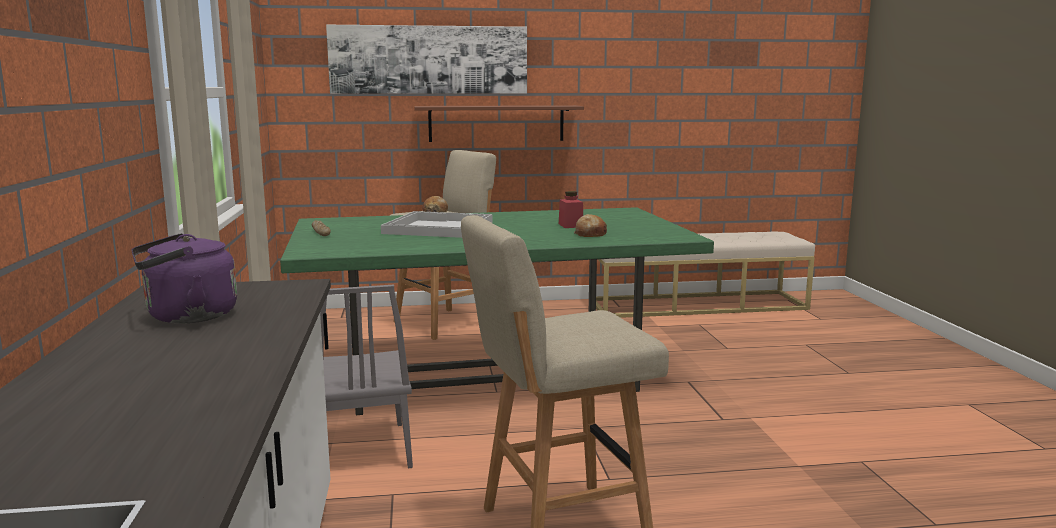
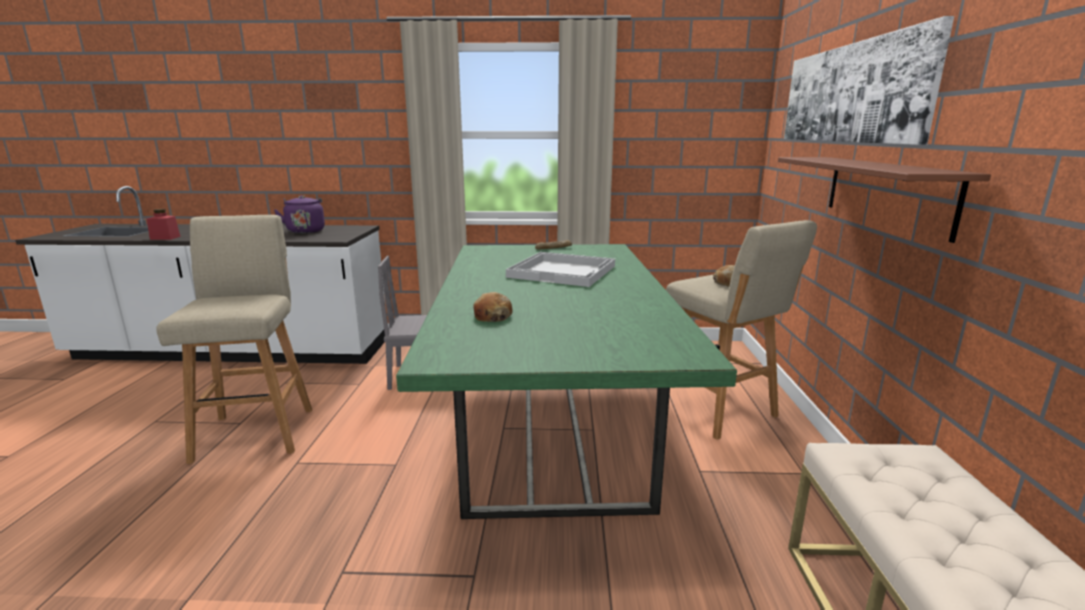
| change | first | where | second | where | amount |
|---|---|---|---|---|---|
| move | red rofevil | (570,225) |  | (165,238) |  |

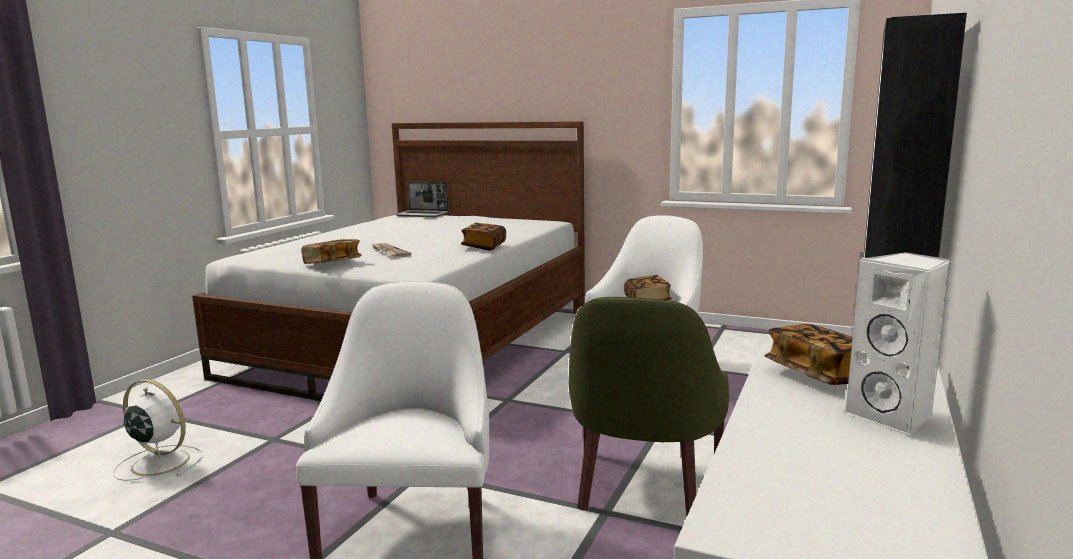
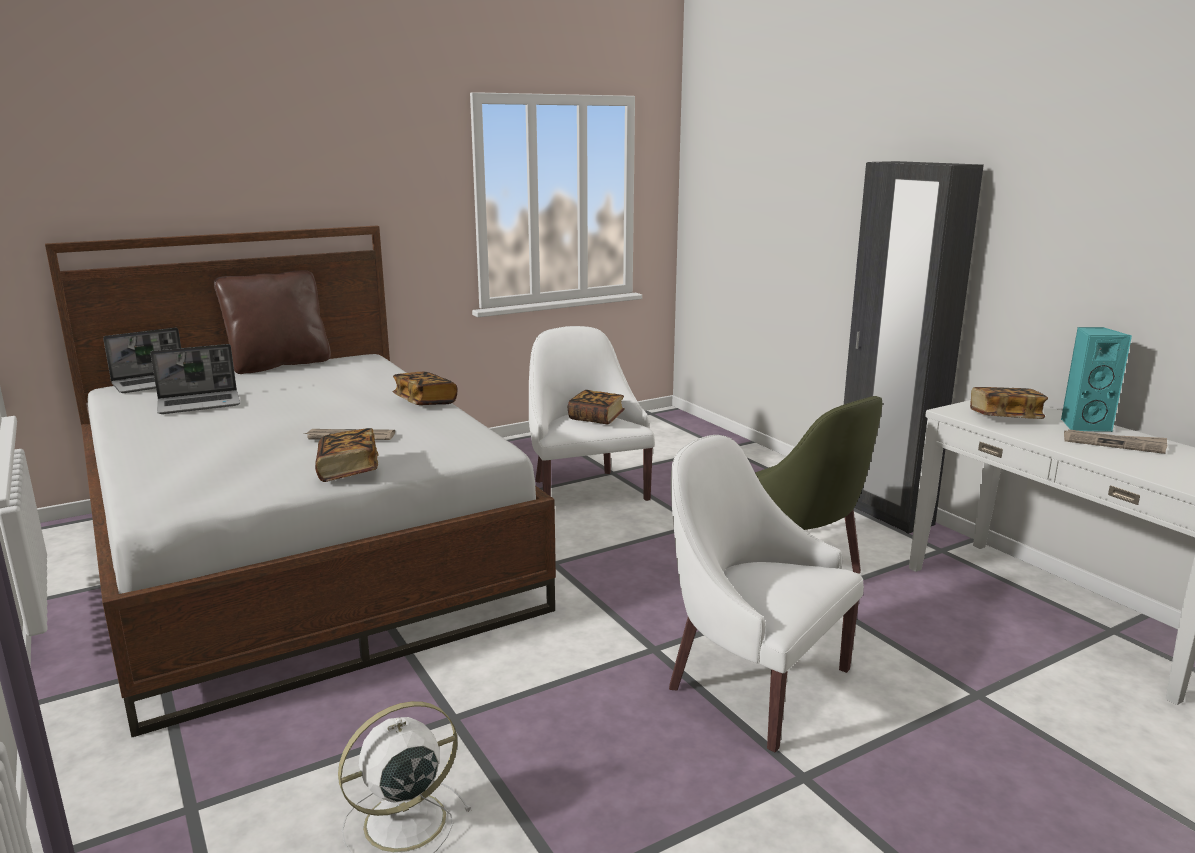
| change | first | where | second | where | amount |
|---|---|---|---|---|---|
| insert |  |  | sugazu | (200,404) |  |
| insert |  |  | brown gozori | (279,364) |  |
| recolor | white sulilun | (894,417) | turquoise sulilun | (1083,426) |  |
| insert |  |  | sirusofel | (1114,443) |  |

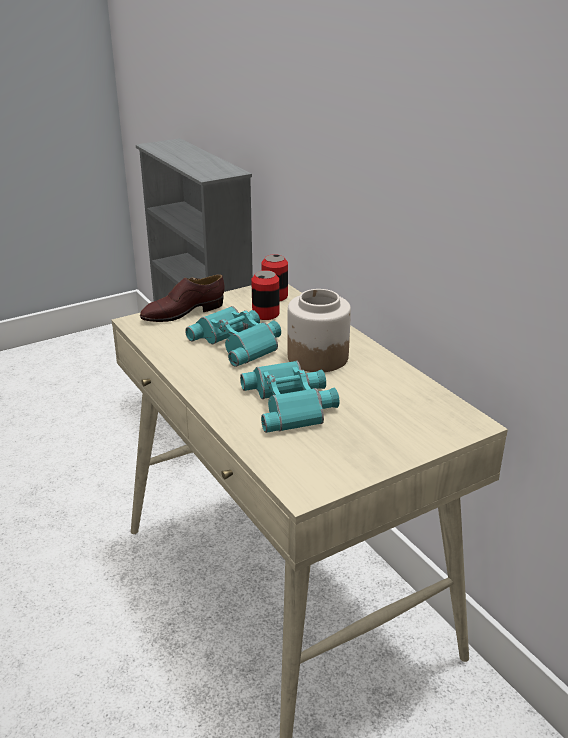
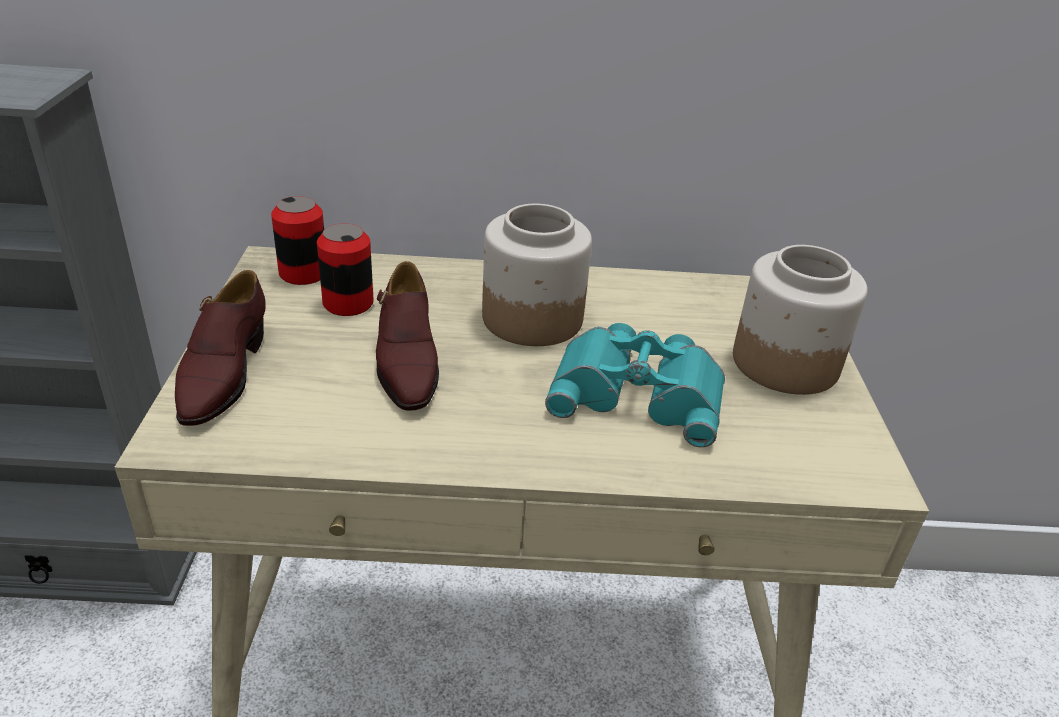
| change | first | where | second | where | amount |
|---|---|---|---|---|---|
| replace | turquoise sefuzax | (239,342) | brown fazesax | (406,361) |  |
| insert |  |  | rofevil | (783,363) |  |

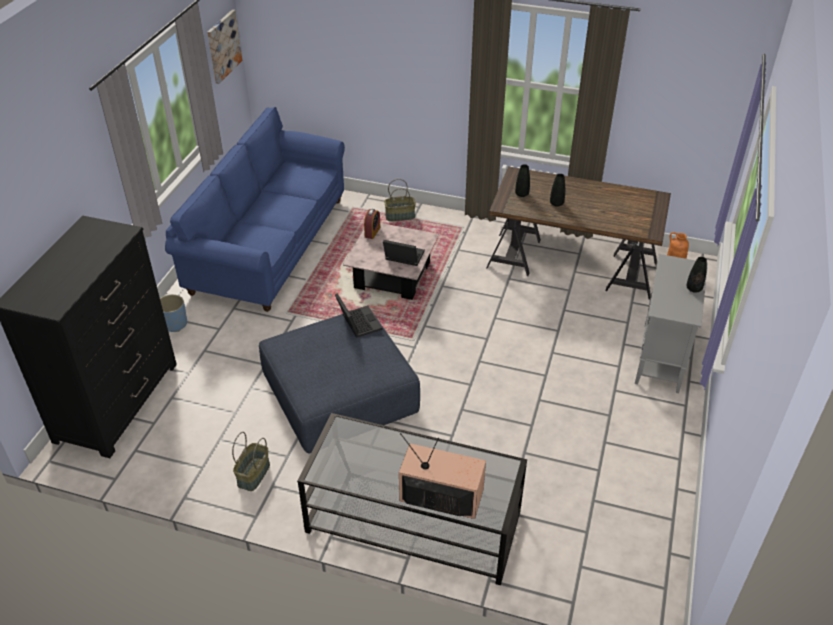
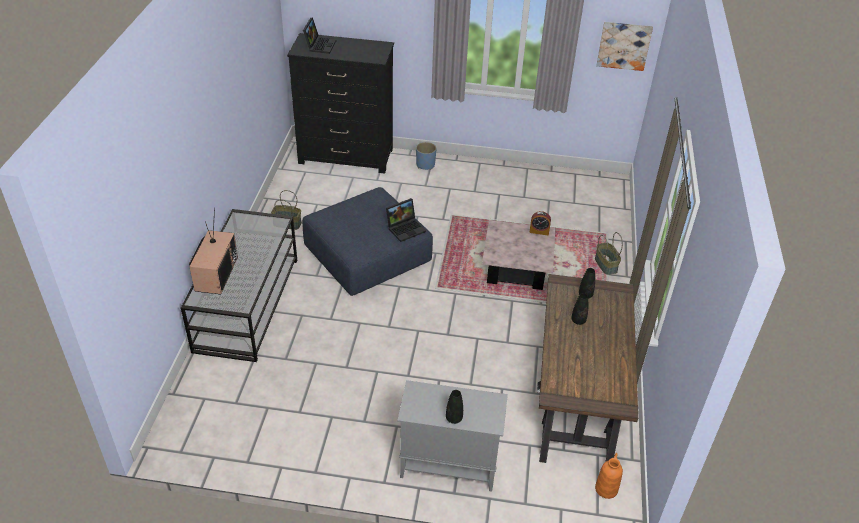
| change | first | where | second | where | amount |
|---|---|---|---|---|---|
| move | sugazu | (402,257) |  | (320,45) |  |
| delete | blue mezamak | (269,245) |  |  |  |

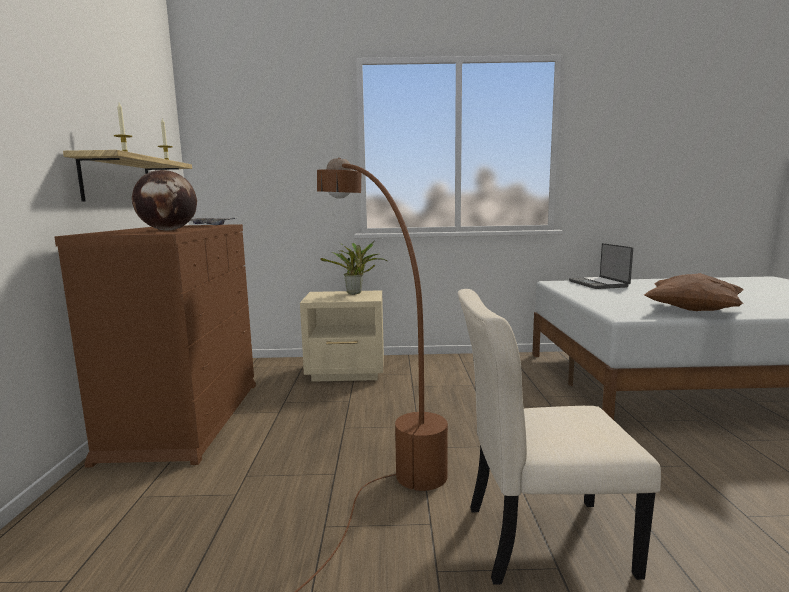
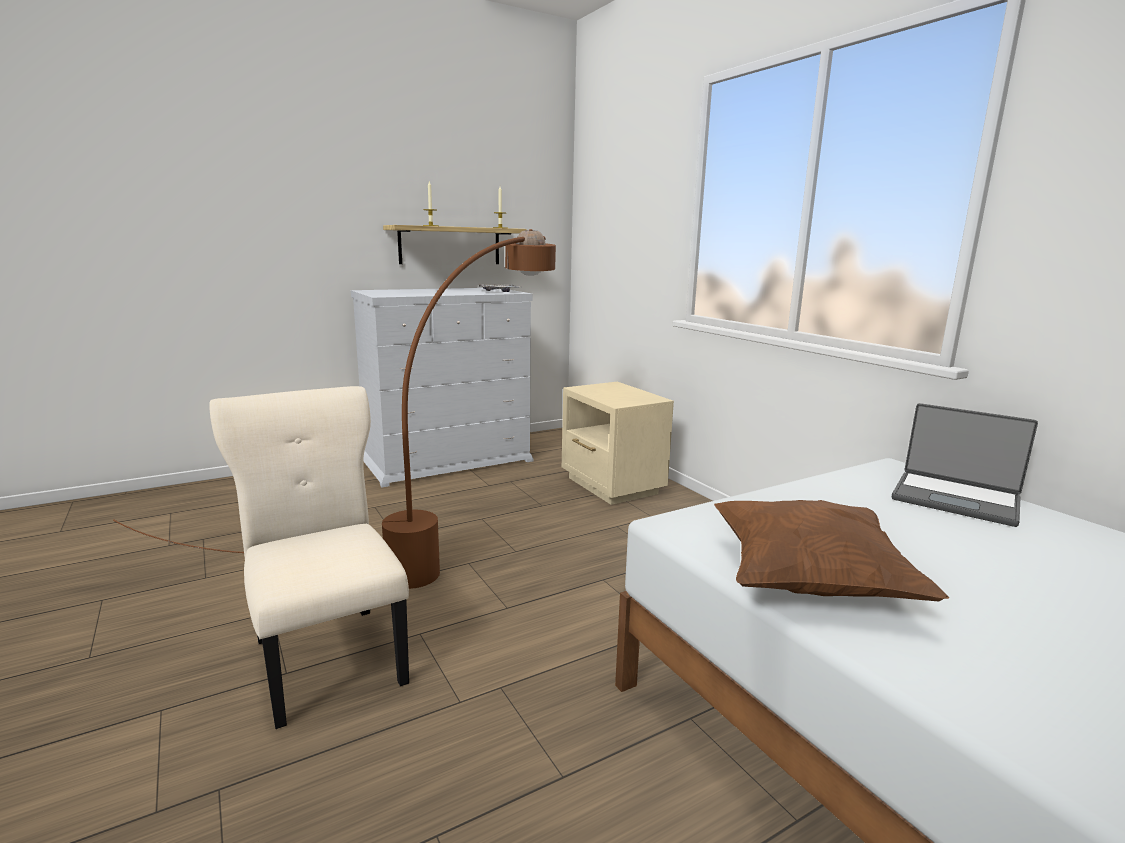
| change | first | where | second | where | amount |
|---|---|---|---|---|---|
| recolor | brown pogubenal | (186,418) | white pogubenal | (448,460) |  |
| rotate | sugazu | (599,284) |  | (955,499) | 105 degrees counterclockwise |
| delete | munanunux | (169,230) |  |  |  |
| delete | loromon | (356,293) |  |  |  |

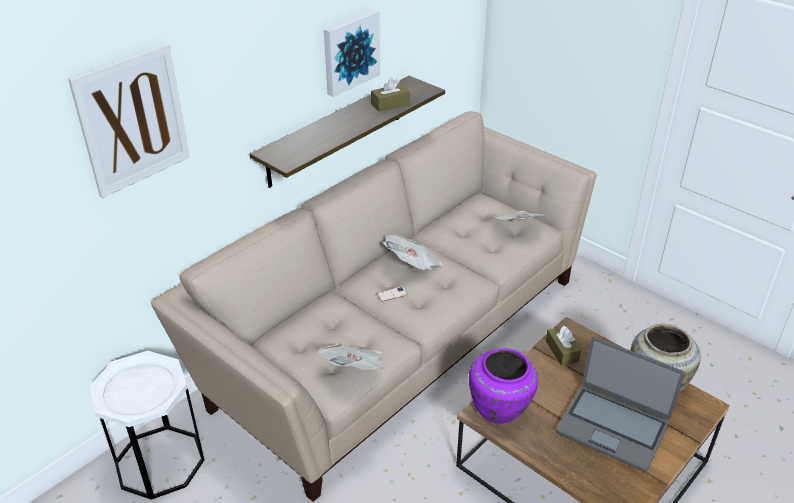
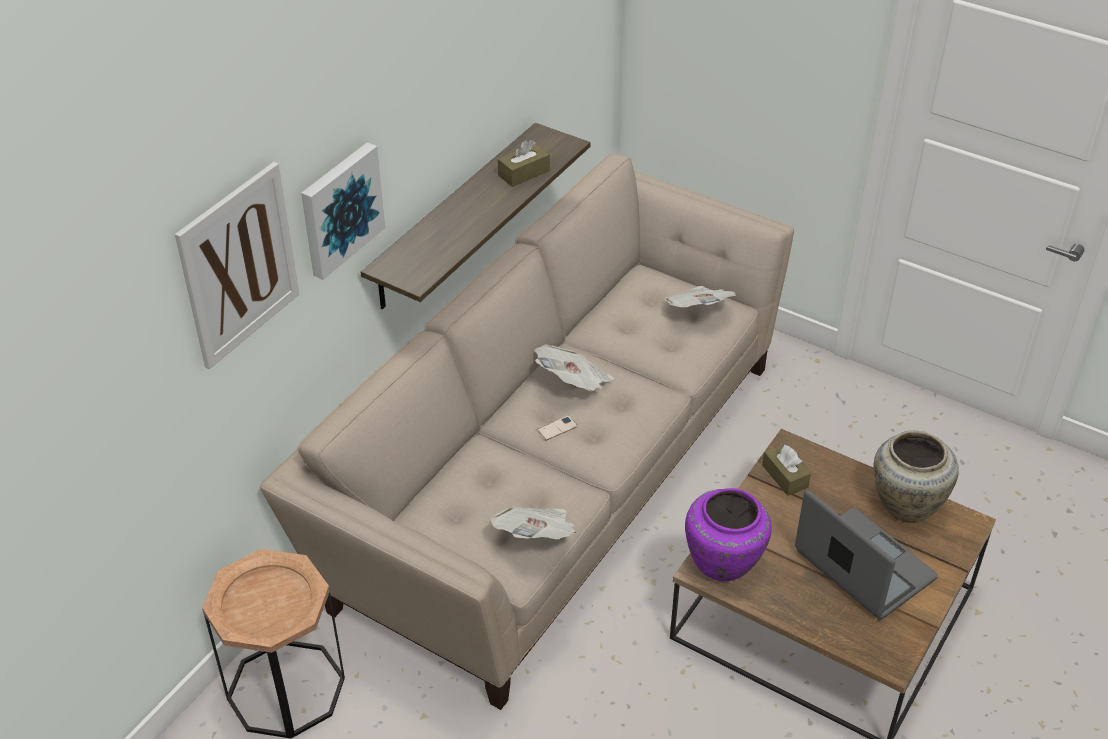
| change | first | where | second | where | amount |
|---|---|---|---|---|---|
| recolor | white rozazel | (159,461) | brown rozazel | (286,688) |  |
| move | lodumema | (350,52) |  | (340,209) |  |
| rotate | sugazu | (612,427) |  | (863,566) | 150 degrees counterclockwise |

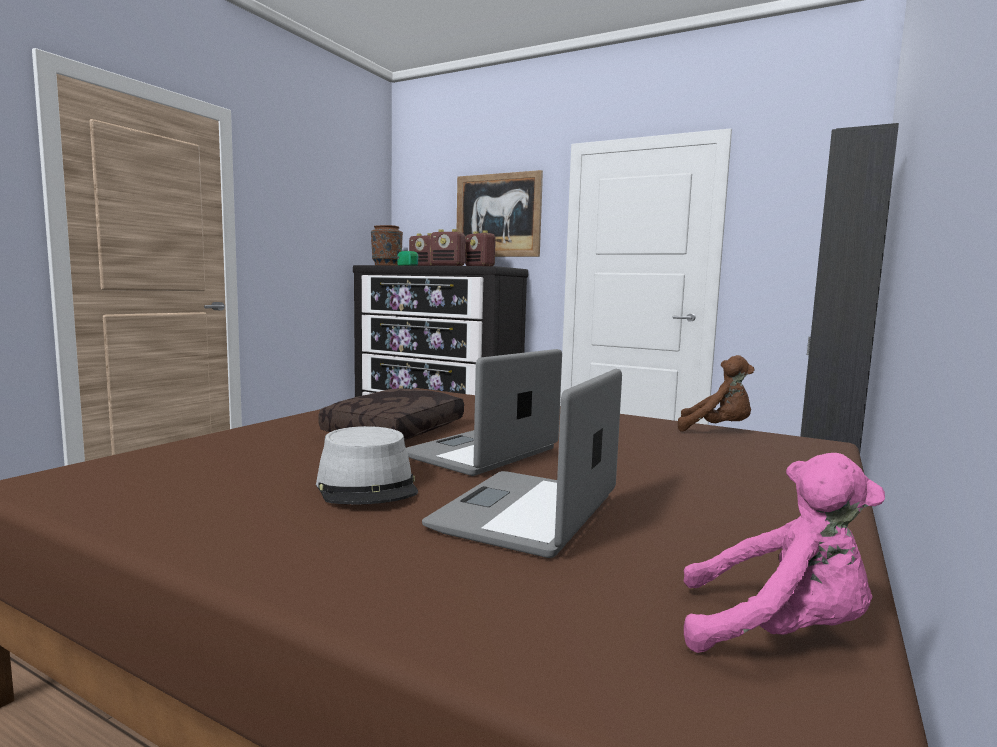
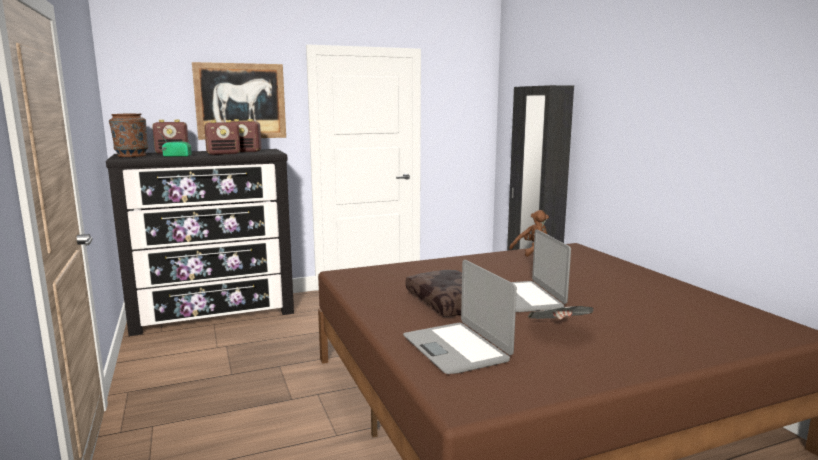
| change | first | where | second | where | amount |
|---|---|---|---|---|---|
| move | sugazu | (528,513) |  | (456,348) |  |
| replace | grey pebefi | (368,486) | sirusofel | (558,330) |  |
| delete | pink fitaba | (777,633) |  |  |  |

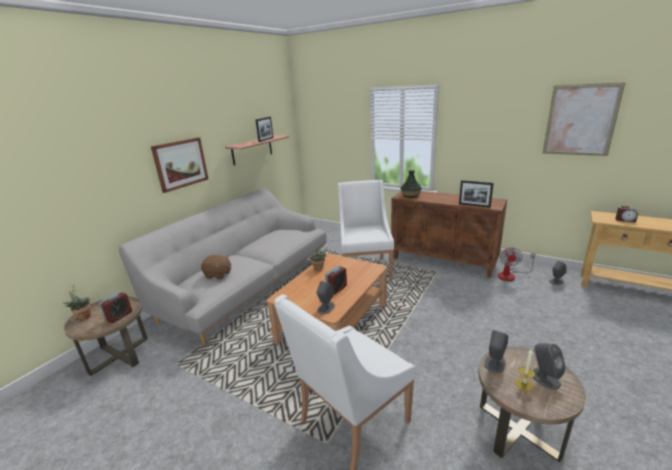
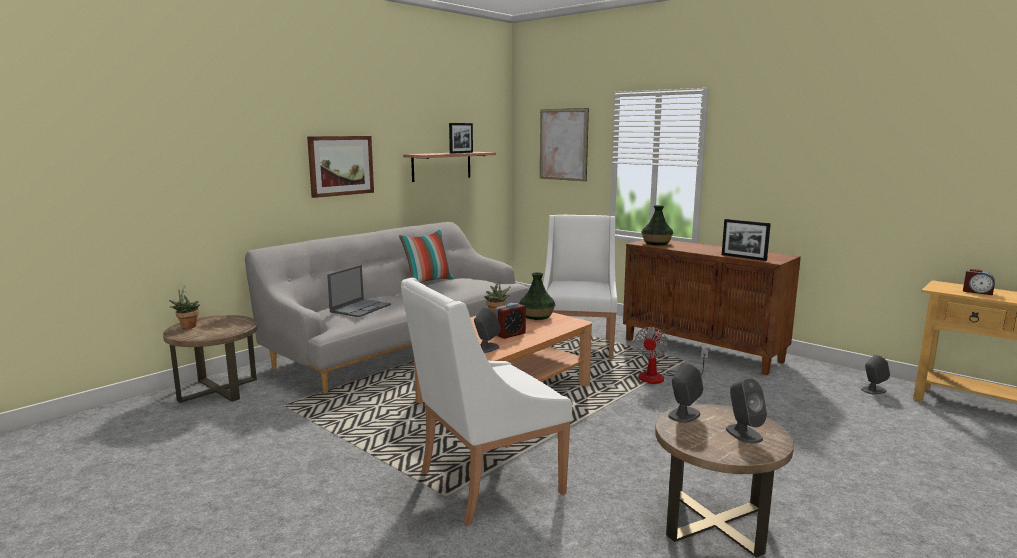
| change | first | where | second | where | amount |
|---|---|---|---|---|---|
| replace | brown fitaba | (218,275) | sugazu | (361,308) |  |
| insert |  |  | gozori | (428,282) |  |
| insert |  |  | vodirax | (537,316) |  |
| move | lodumema | (580,120) |  | (563,144) |  |
| move | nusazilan | (510,275) |  | (660,378) |  |
| delete | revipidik | (119,316) |  |  |  |
| delete | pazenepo | (524,385) |  |  |  |

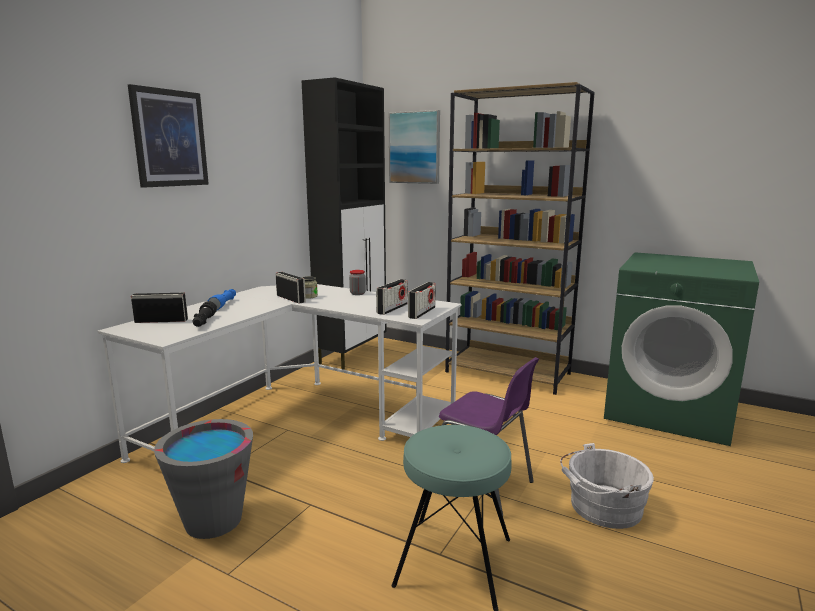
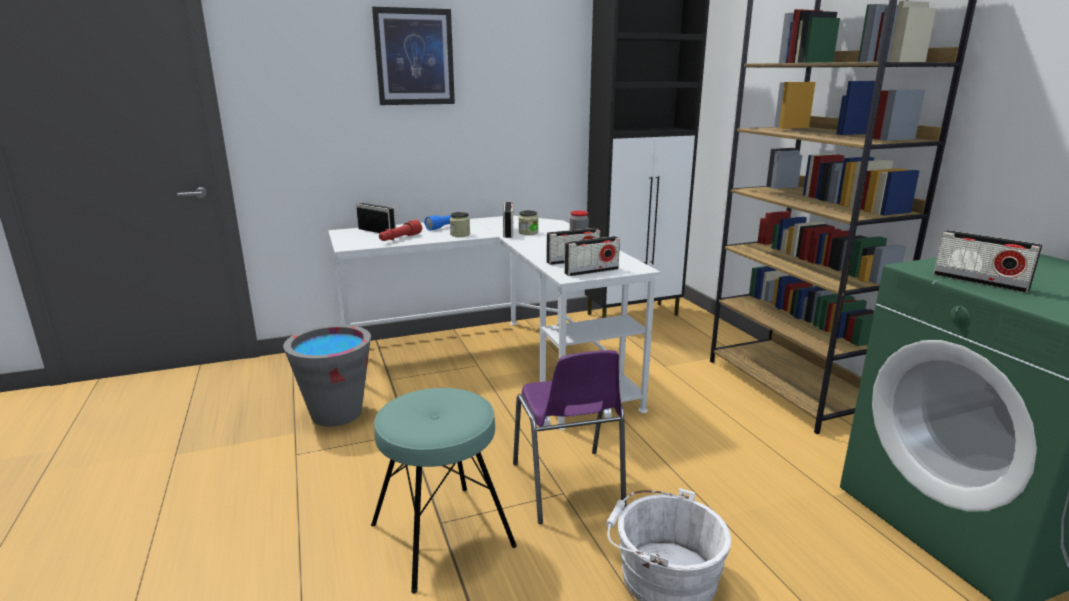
| change | first | where | second | where | amount |
|---|---|---|---|---|---|
| recolor | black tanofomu | (204,322) | red tanofomu | (400,238) |  |
| insert |  |  | rofevil | (460,234) |  |
| insert |  |  | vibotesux | (979,282) |  |
| delete | lodumema | (414,147) |  |  |  |

